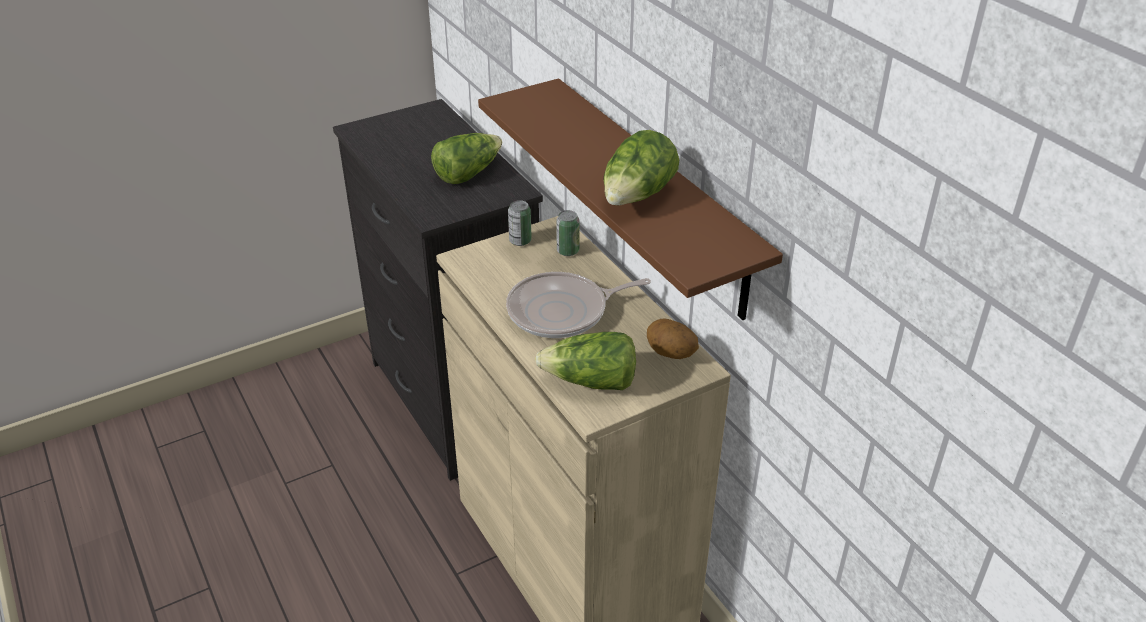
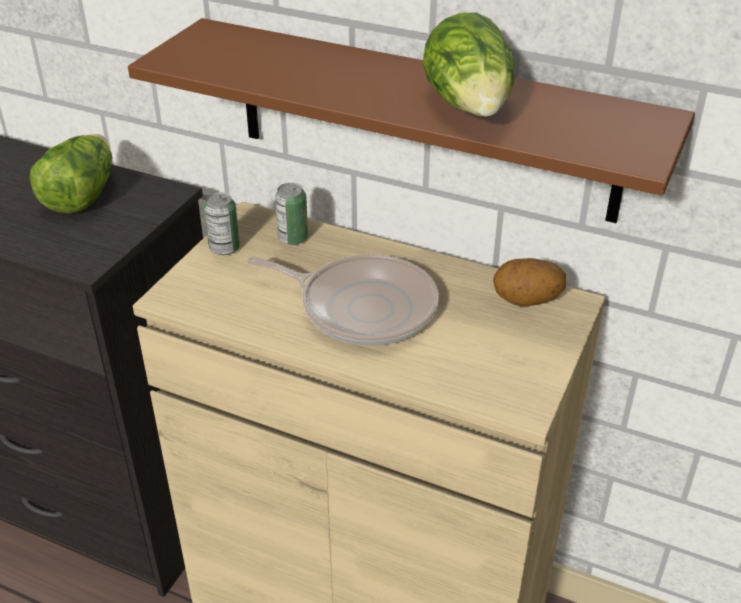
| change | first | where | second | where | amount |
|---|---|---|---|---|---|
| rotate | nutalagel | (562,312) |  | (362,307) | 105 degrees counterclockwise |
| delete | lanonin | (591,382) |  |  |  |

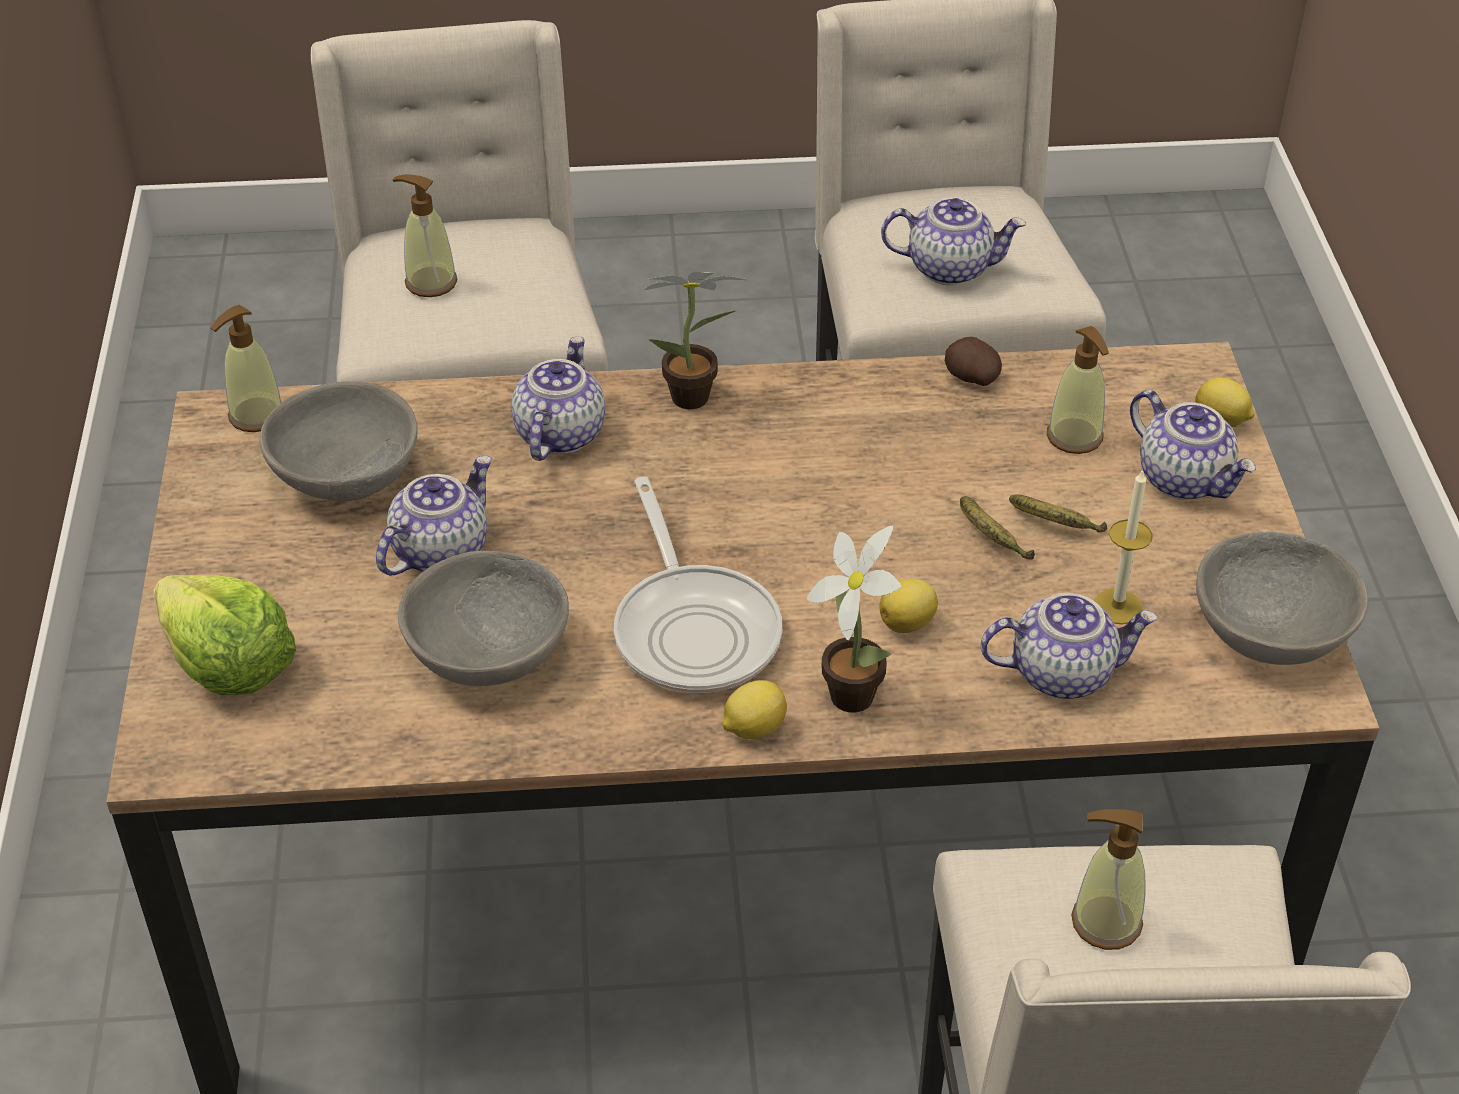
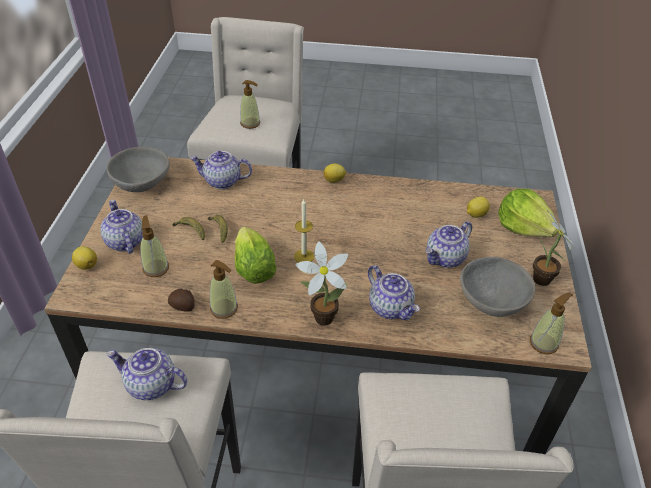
| change | first | where | second | where | amount |
|---|---|---|---|---|---|
| move | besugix | (430,282) |  | (224,308) |  |
| insert |  |  | lanonin | (253,269) |  |
| move | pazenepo | (1117,606) |  | (304,256) |  |
| rotate | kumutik | (559,433) |  | (391,307) | 60 degrees counterclockwise |
| move | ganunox | (908,623) |  | (475,214) |  |
| move | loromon | (851,690) |  | (542,281) |  |
| delete | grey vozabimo | (491,652) |  |  |  |
| delete | nutalagel | (694,628) |  |  |  |

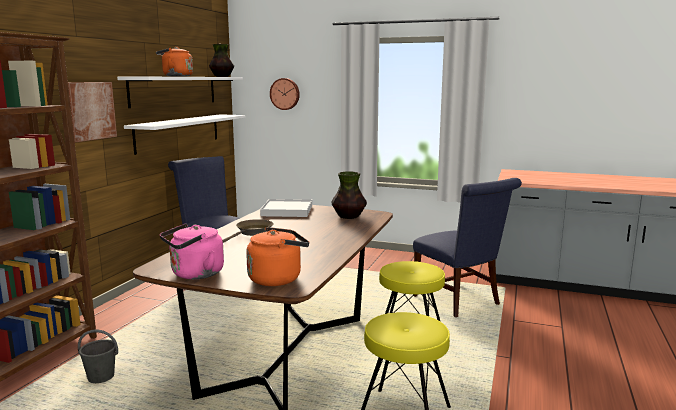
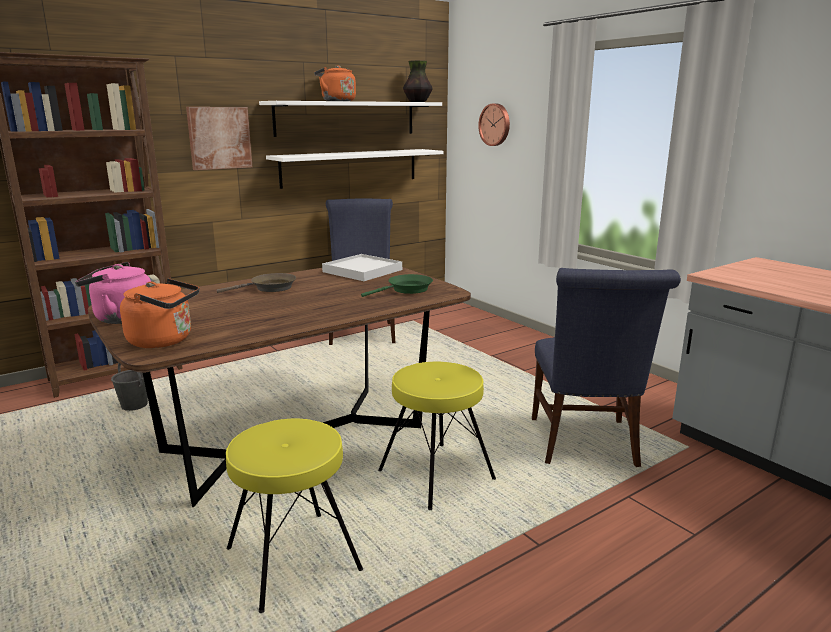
| change | first | where | second | where | amount |
|---|---|---|---|---|---|
| replace | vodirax | (349,217) | green nutalagel | (407,290) |  |

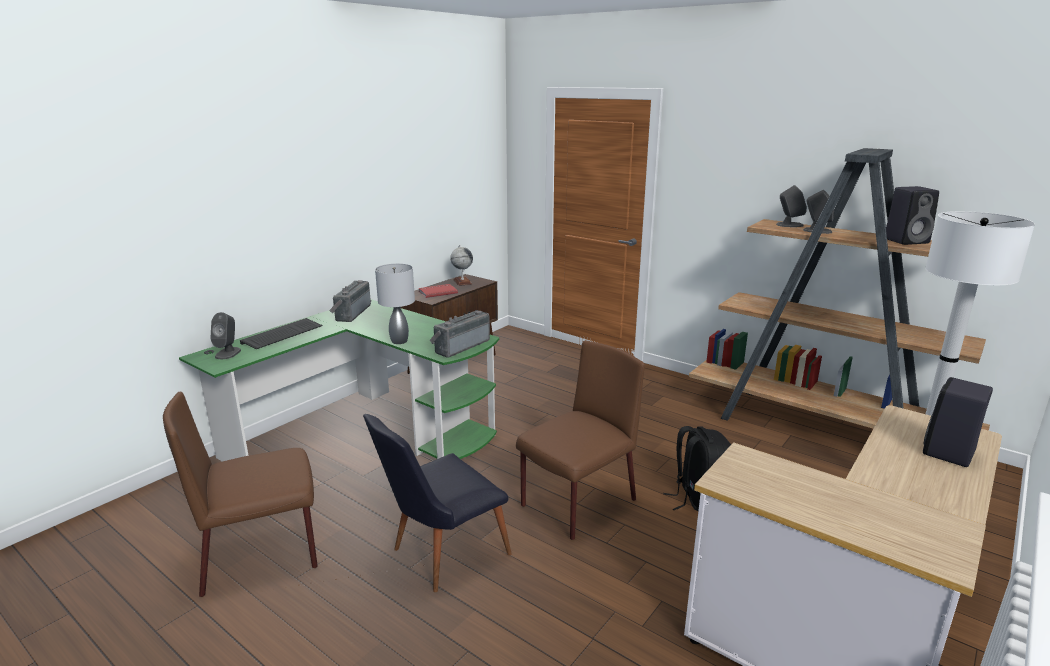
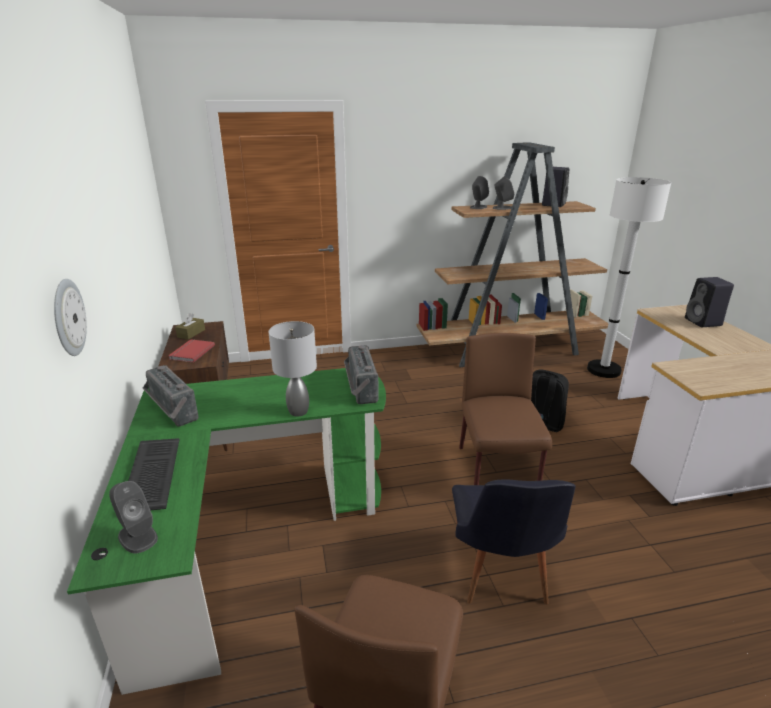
| change | first | where | second | where | amount |
|---|---|---|---|---|---|
| insert |  |  | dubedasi | (68,317) |  |
| replace | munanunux | (462,282) | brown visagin | (191,333) |  |

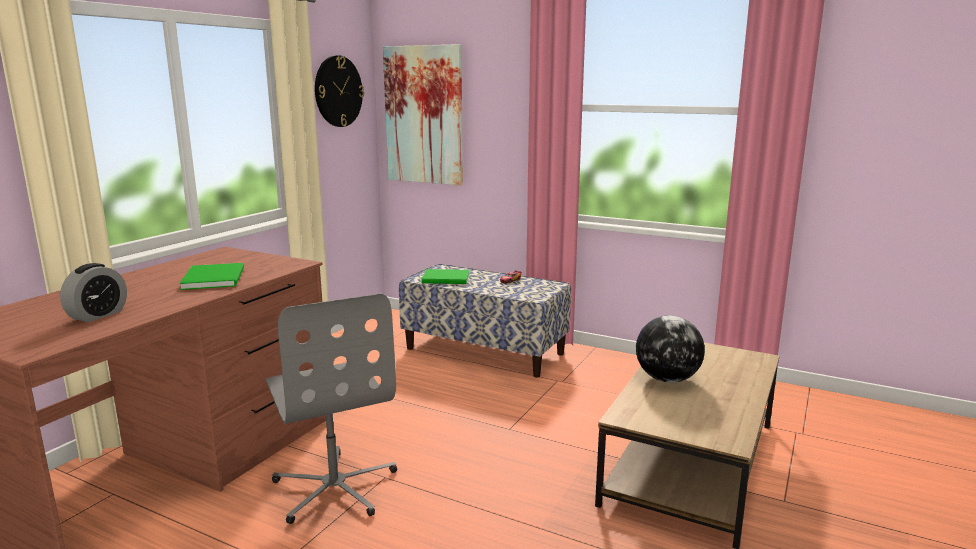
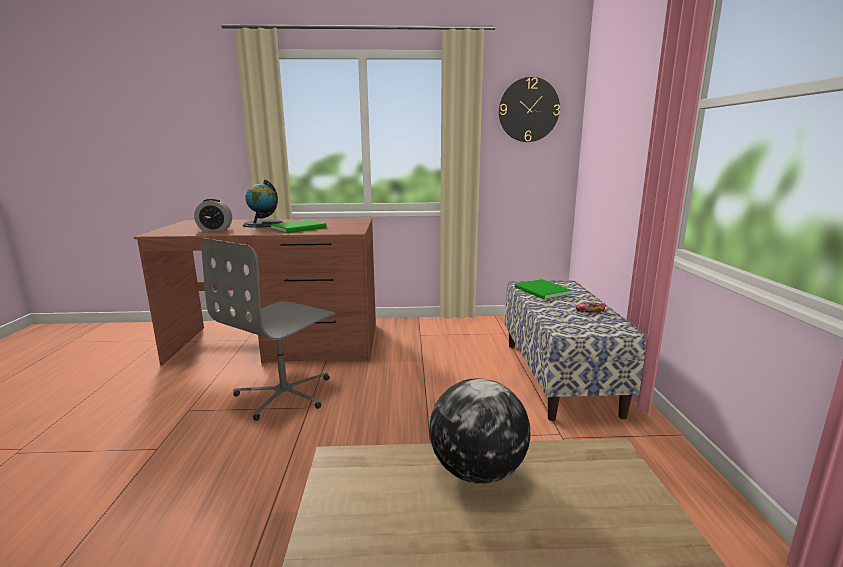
| change | first | where | second | where | amount |
|---|---|---|---|---|---|
| insert |  |  | munanunux | (263,224) |  |
| delete | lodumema | (424,115) |  |  |  |

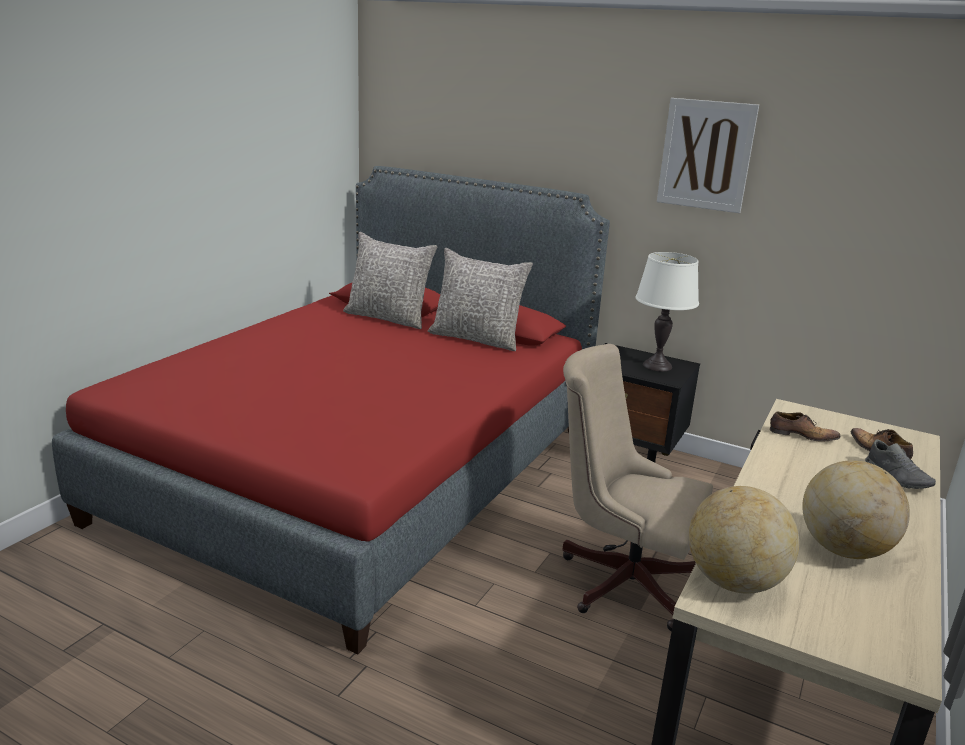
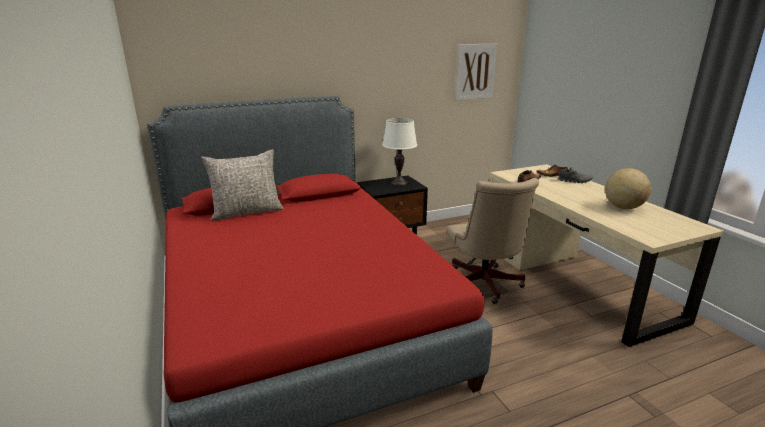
| change | first | where | second | where | amount |
|---|---|---|---|---|---|
| rotate | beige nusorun | (620,579) |  | (484,286) | 75 degrees counterclockwise |
| move | lodumema | (706,155) |  | (475,72) |  |
| delete | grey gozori | (476,338) |  |  |  |
| delete | munanunux | (733,582) |  |  |  |

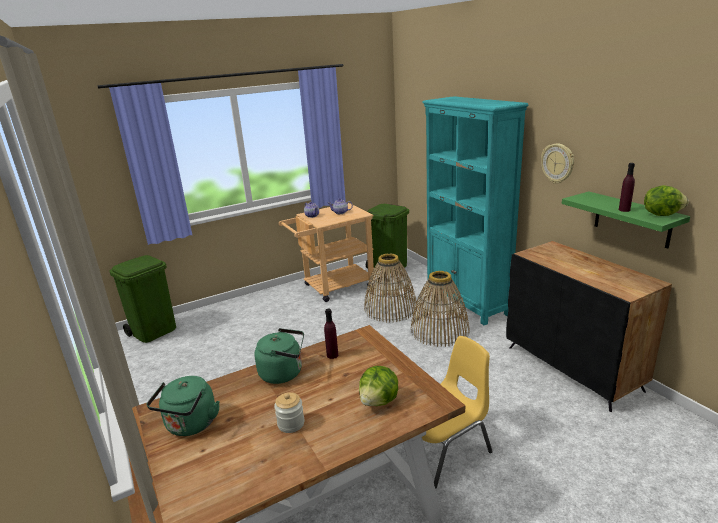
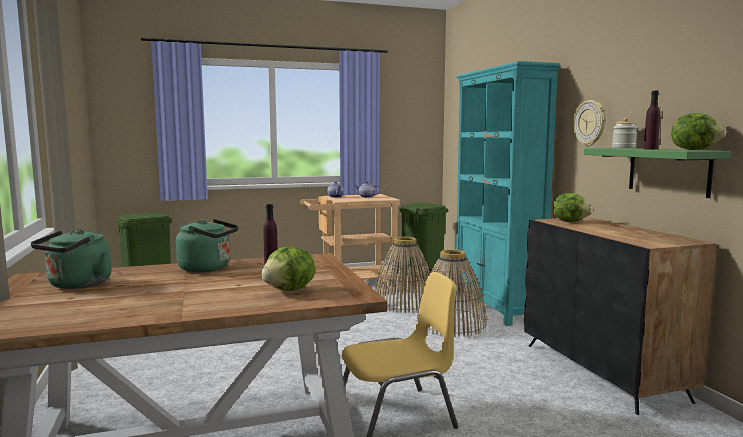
| change | first | where | second | where | amount |
|---|---|---|---|---|---|
| insert |  |  | lanonin | (570,221) |  |
| move | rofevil | (291,424) |  | (623,148) |  |

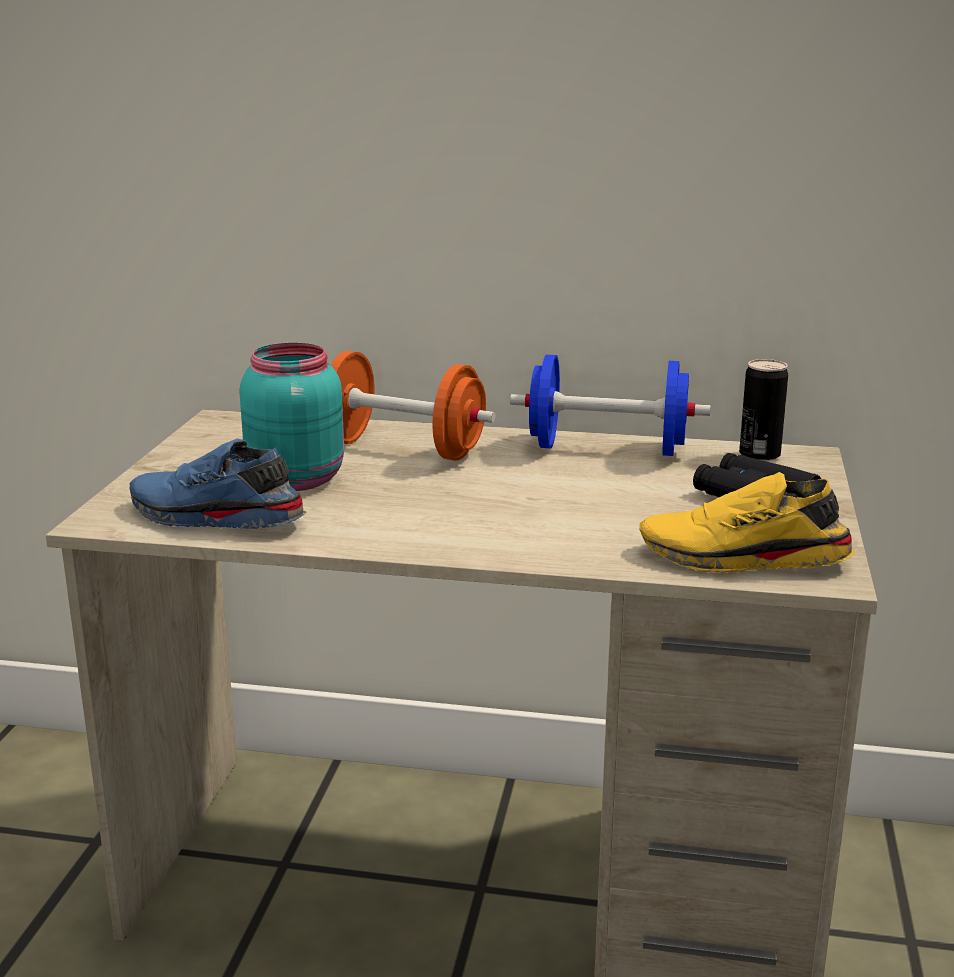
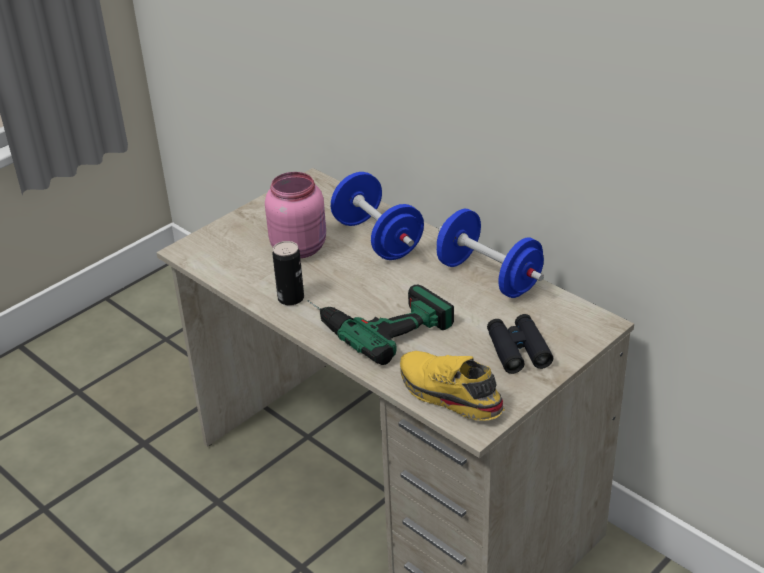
| change | first | where | second | where | amount |
|---|---|---|---|---|---|
| recolor | turquoise rofevil | (297,479) | pink rofevil | (300,247) |  |
| move | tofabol | (759,455) |  | (291,298) |  |
| insert |  |  | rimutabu | (376,320) |  |
| recolor | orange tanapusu | (402,449) | blue tanapusu | (377,239) |  |
| delete | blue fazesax | (213,519) |  |  |  |

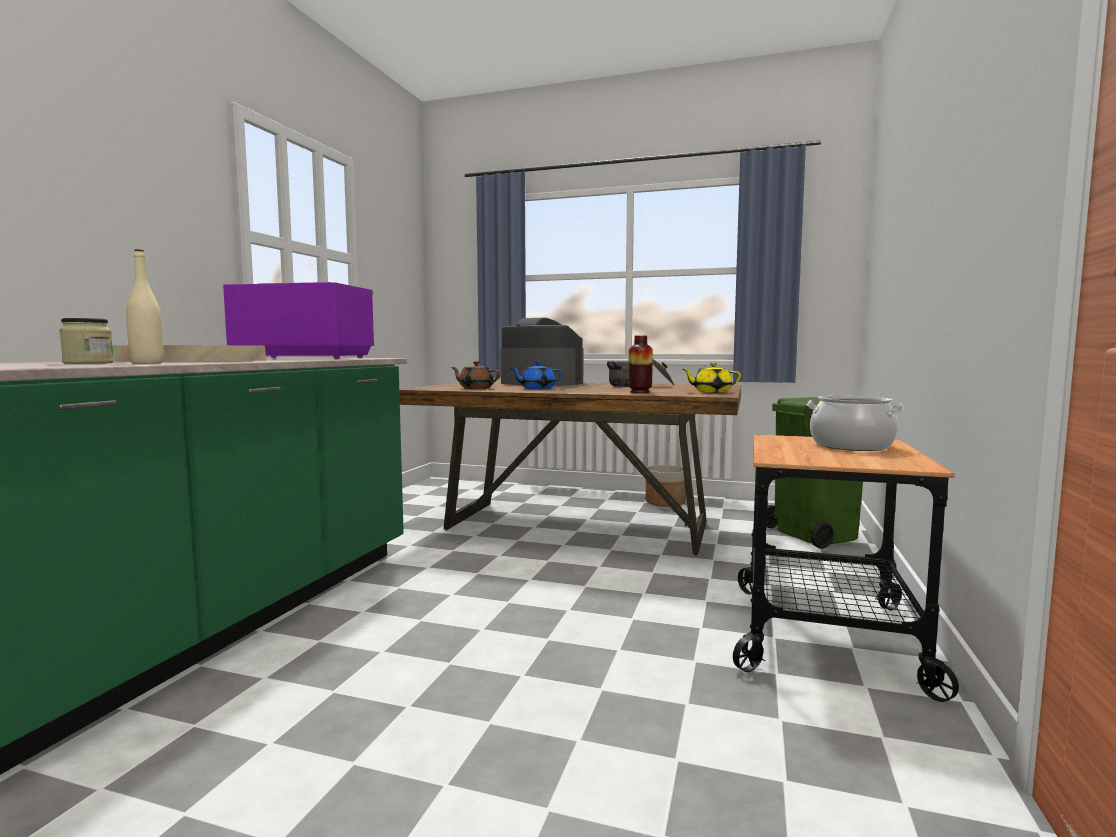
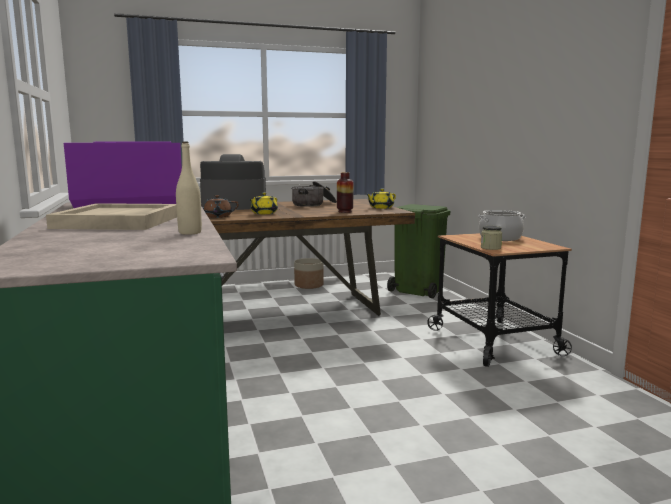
| change | first | where | second | where | amount |
|---|---|---|---|---|---|
| recolor | blue kumutik | (537,389) | yellow kumutik | (263,213) |  |
| move | rofevil | (88,363) |  | (490,248) |  |

